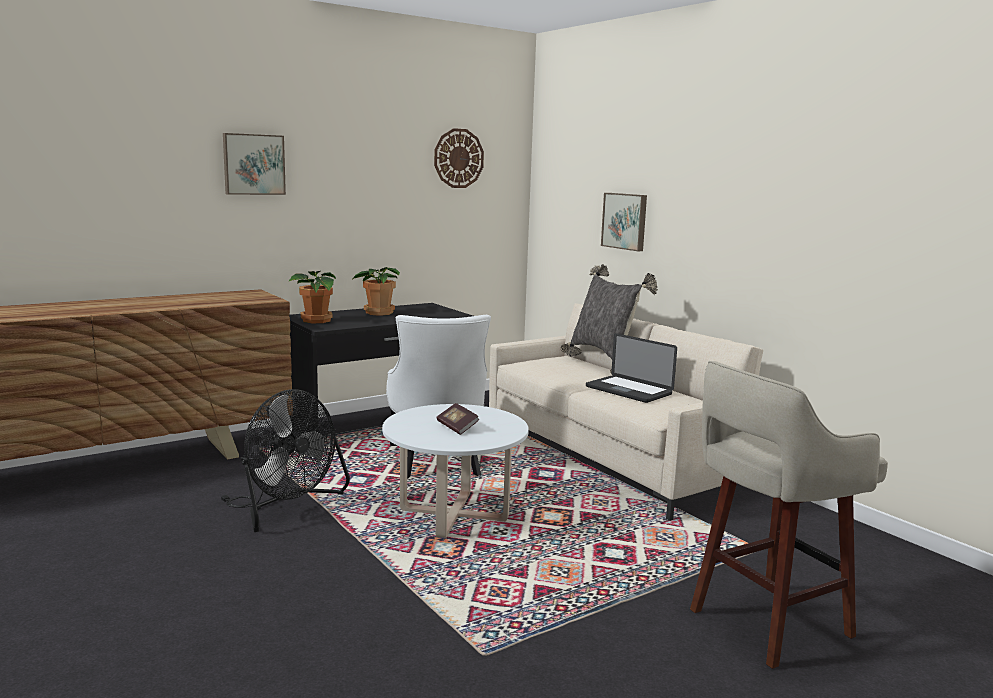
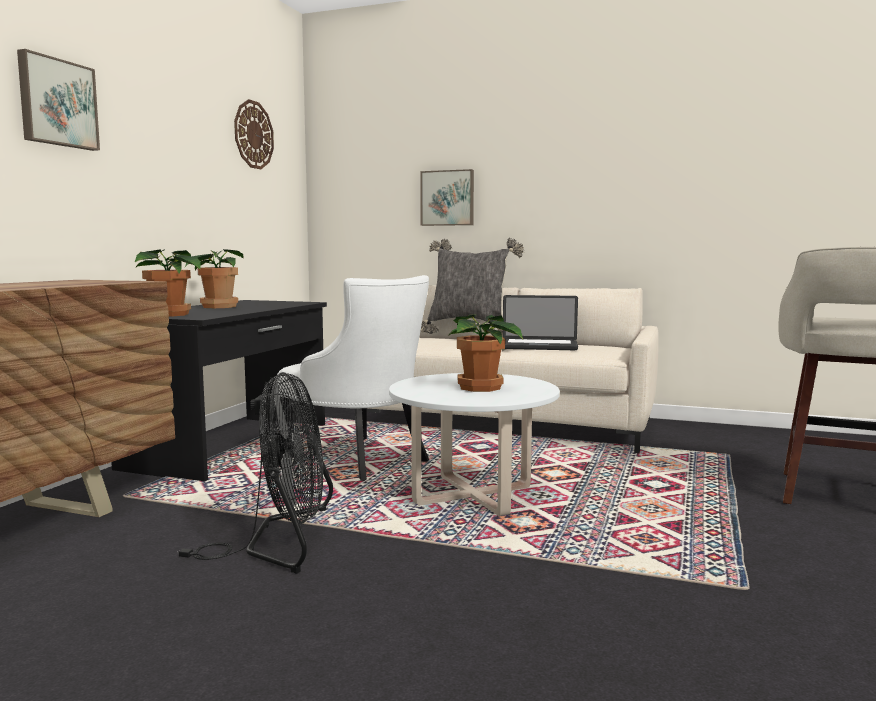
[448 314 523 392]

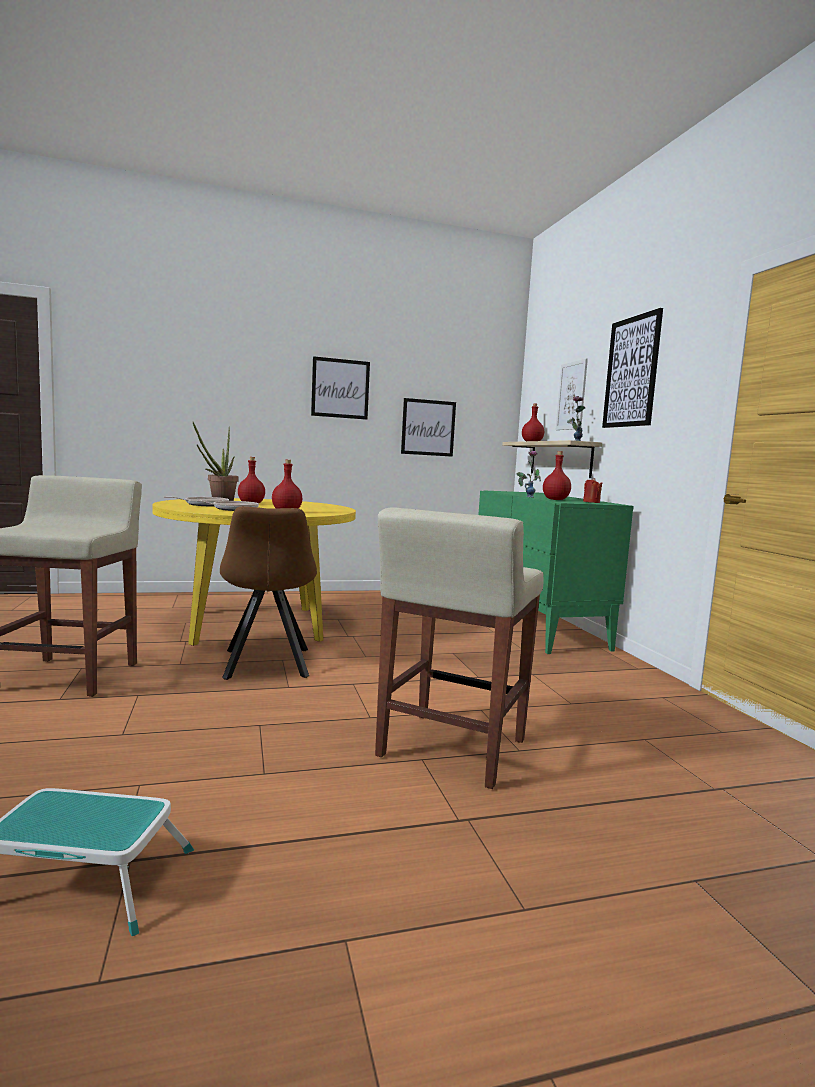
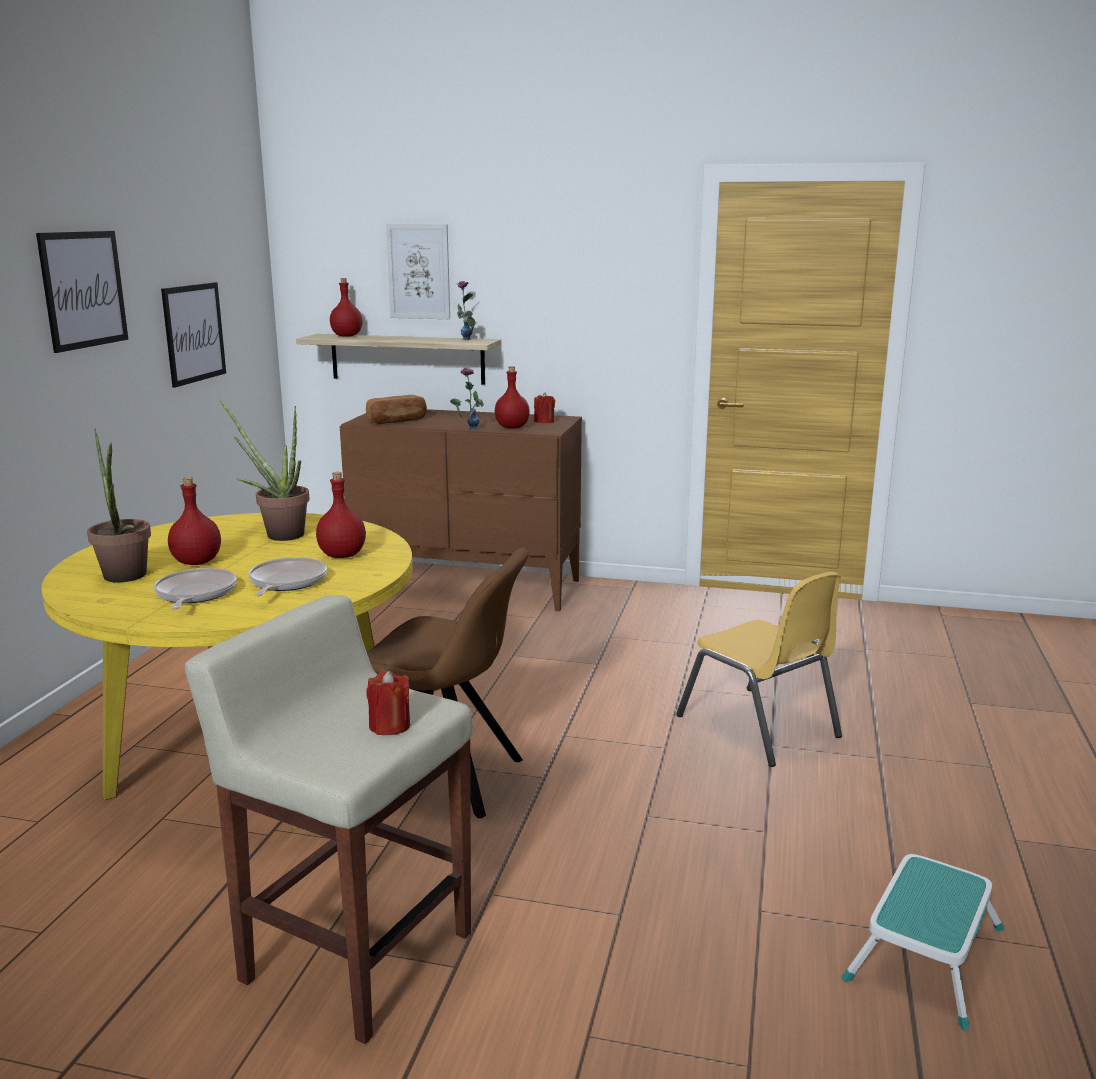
[602 308 663 428] (first image)
[219 399 310 541]
[366 395 427 424]
[366 671 410 735]
[676 572 842 767]
[340 409 582 611]

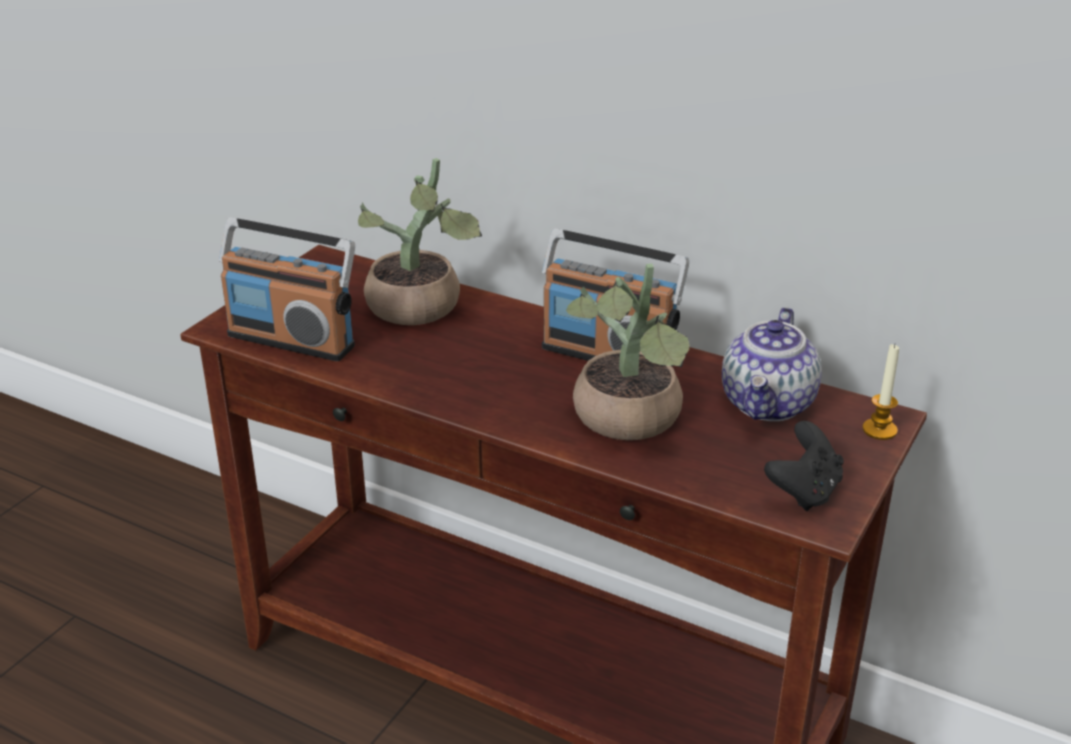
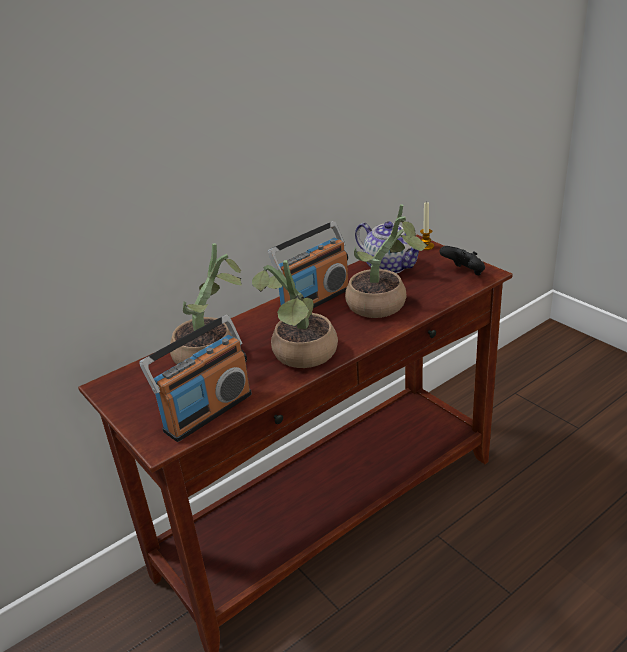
[252 260 338 368]

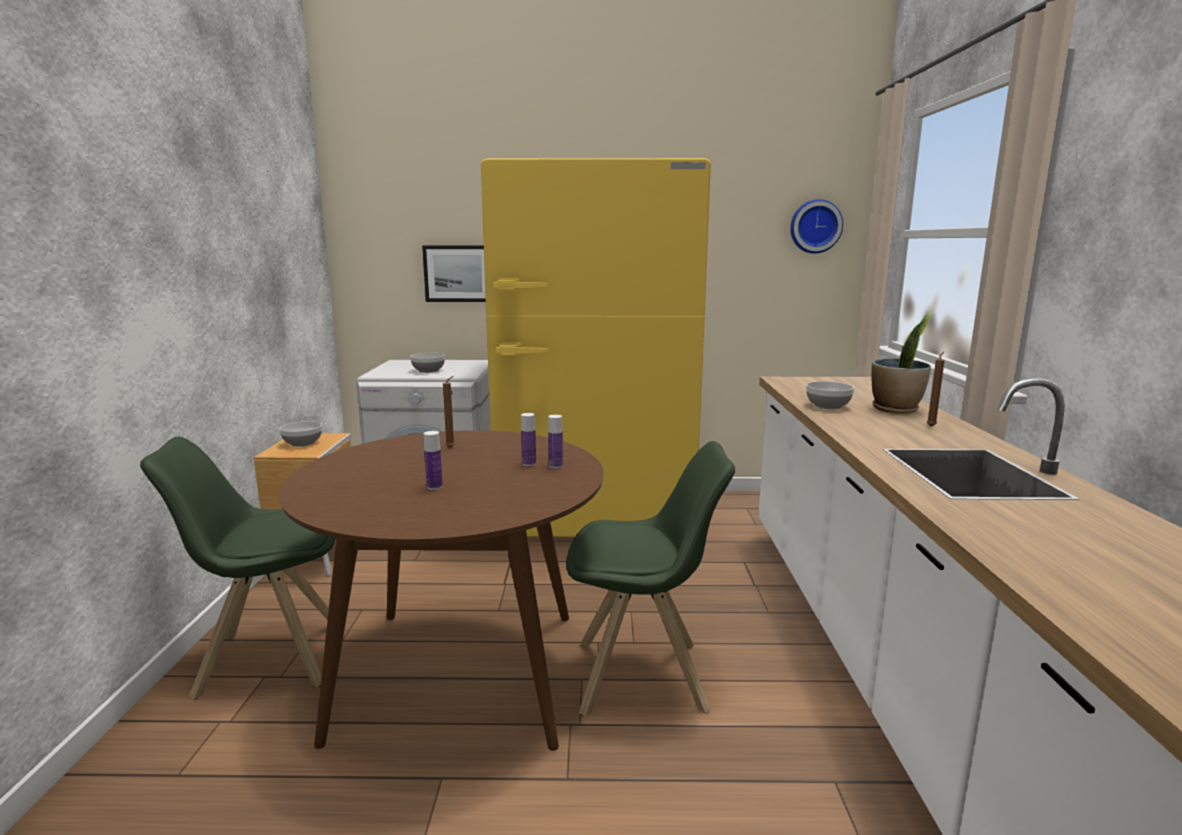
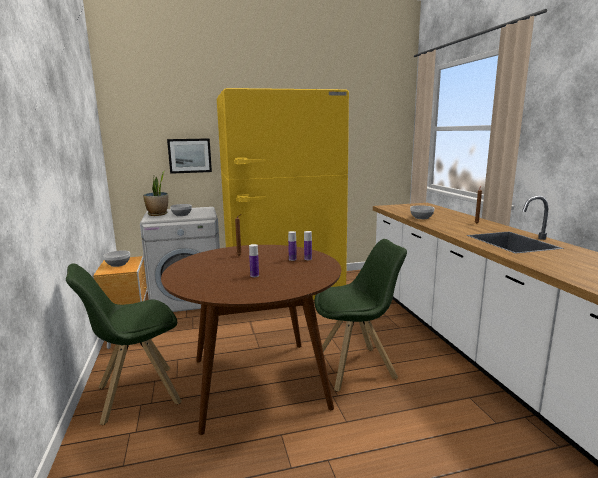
[790 199 843 254] (first image)
[143 172 168 216]

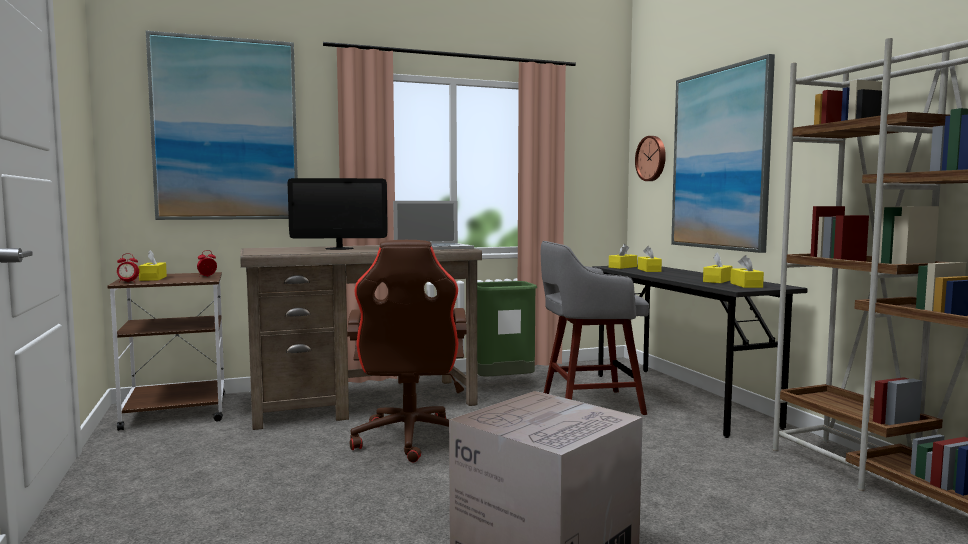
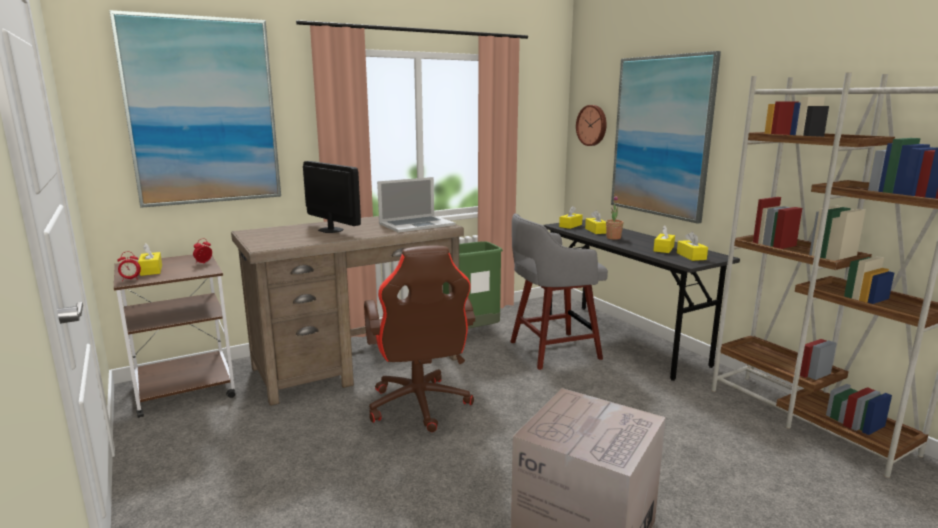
[606 196 623 240]
[303 161 361 233]

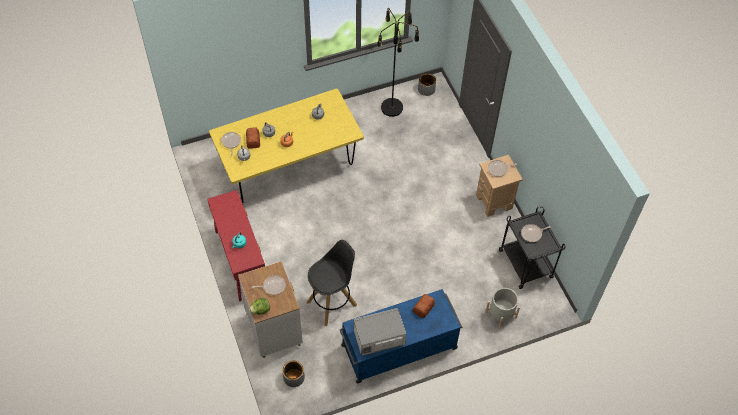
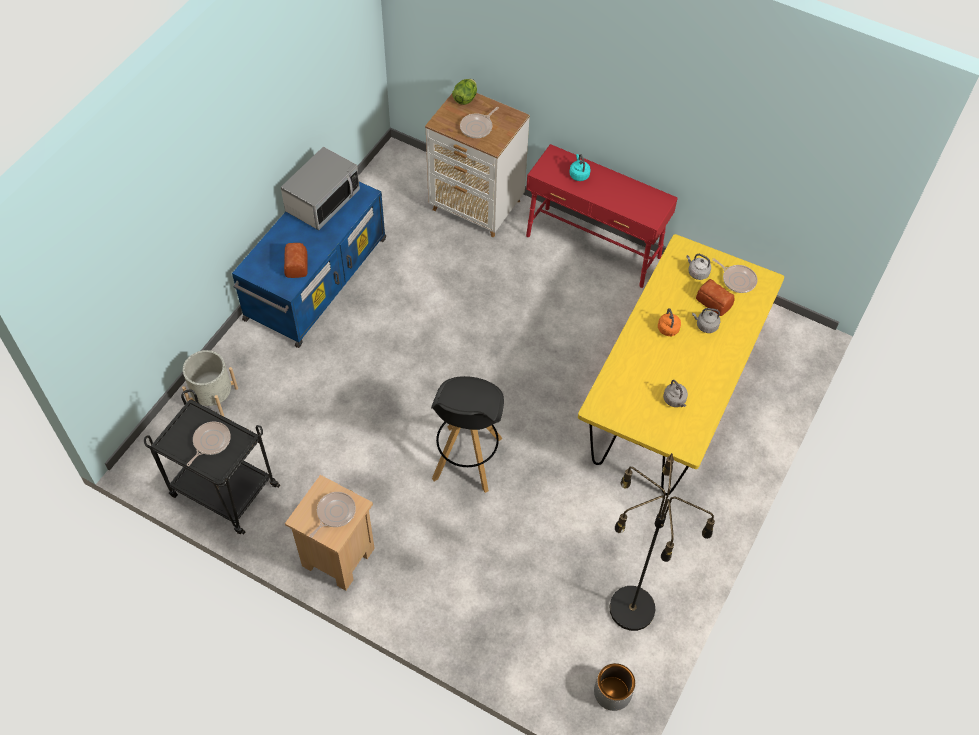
[282 360 305 387] (first image)
[431 376 504 493]

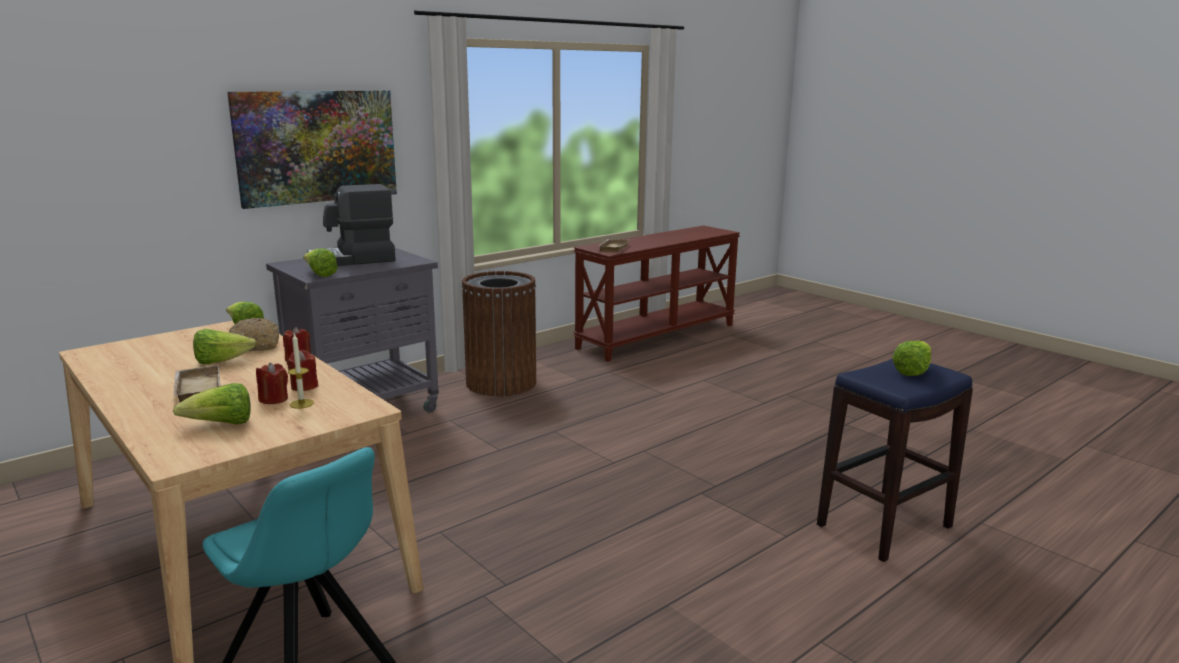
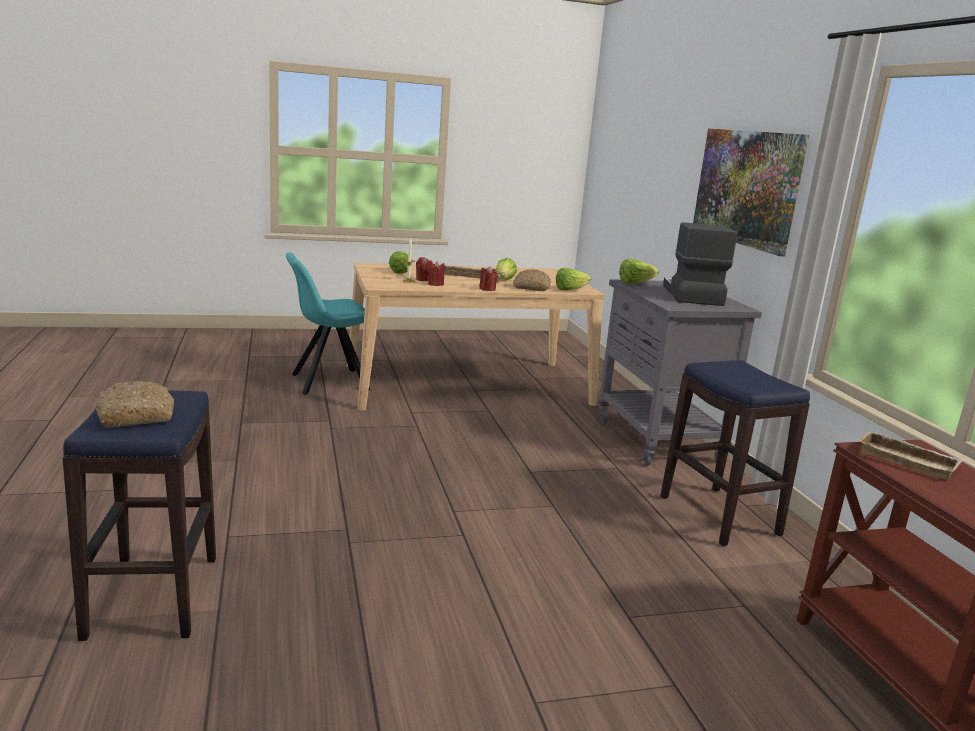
[661 360 810 546]
[96 381 175 428]

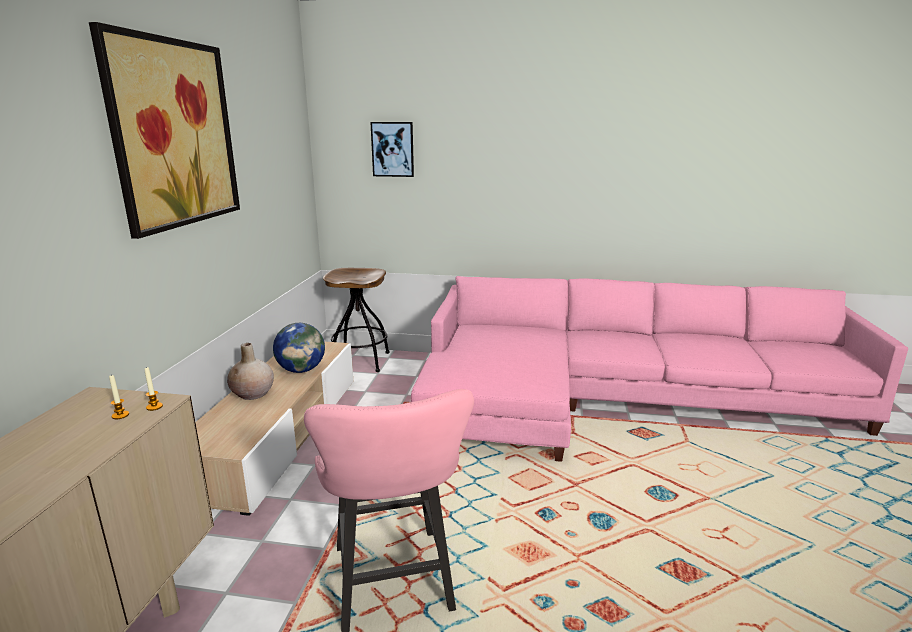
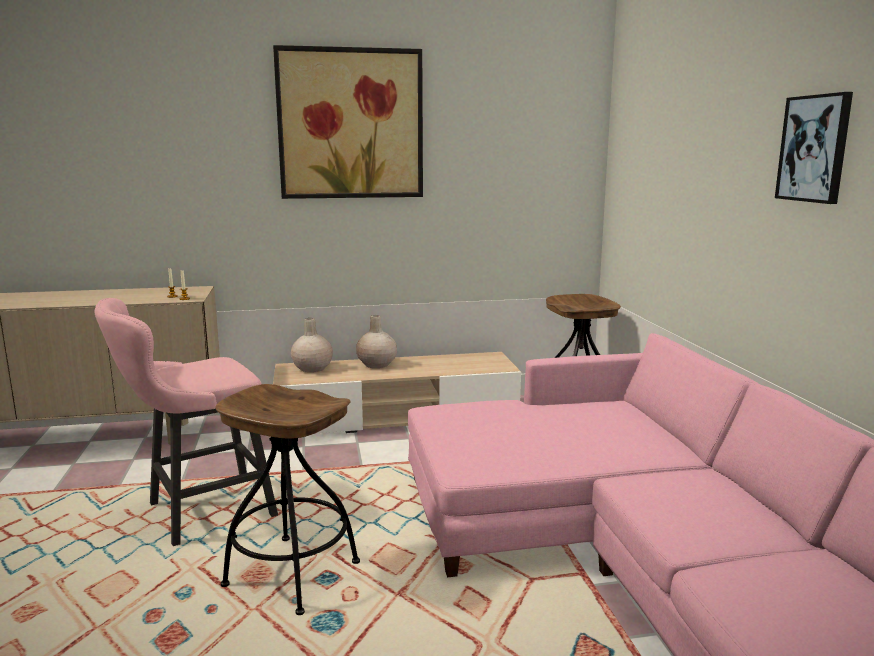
[273 323 325 373] (first image)
[215 384 360 615]
[291 318 333 372]
[775 92 853 204]

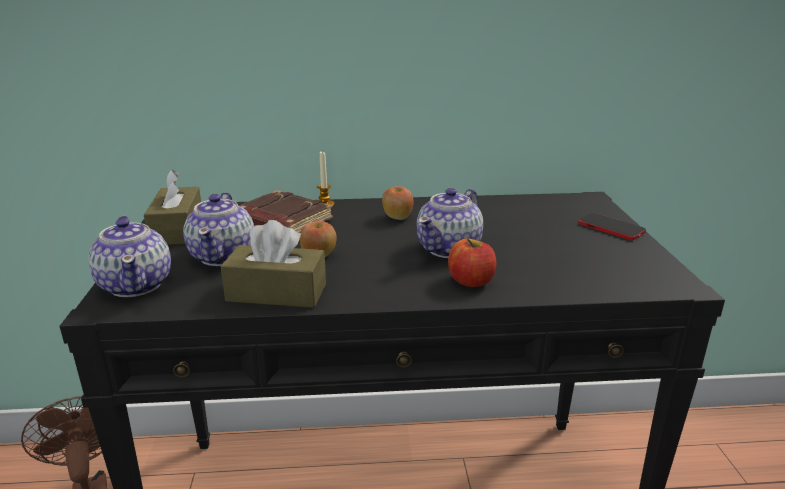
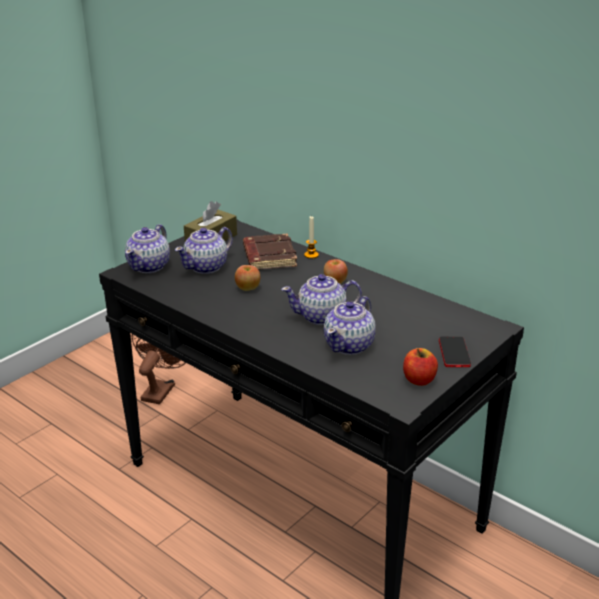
[221 220 326 308] (first image)
[324 296 376 355]
[403 348 438 386]

